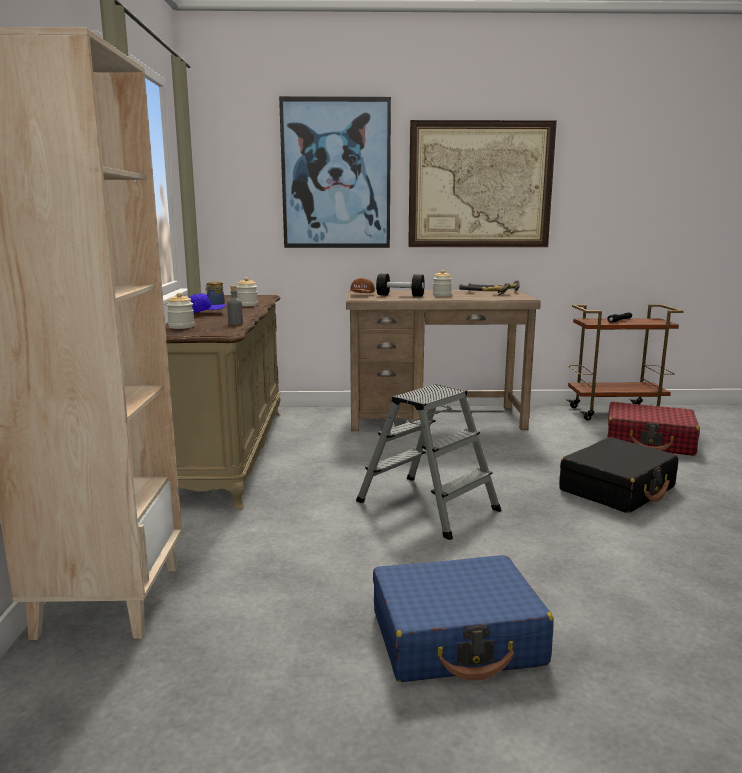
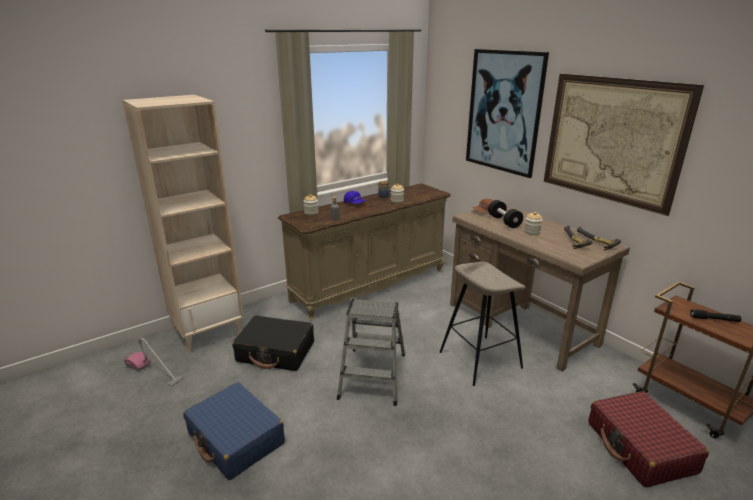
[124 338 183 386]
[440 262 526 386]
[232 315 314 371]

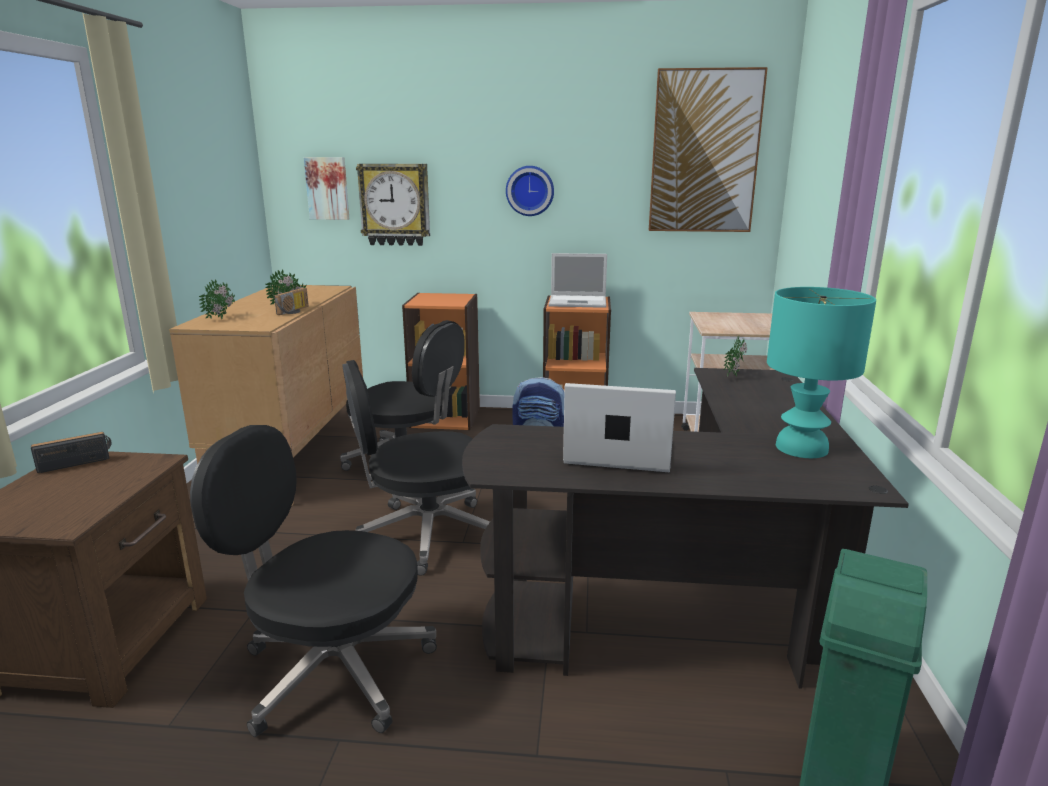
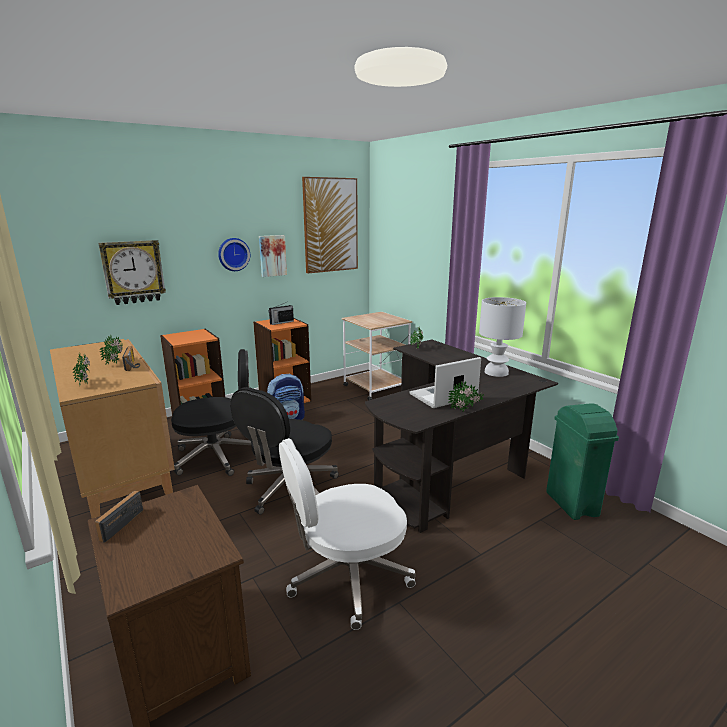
[448 381 484 412]
[259 235 287 277]
[269 301 294 325]
[279 438 416 630]
[479 297 526 377]

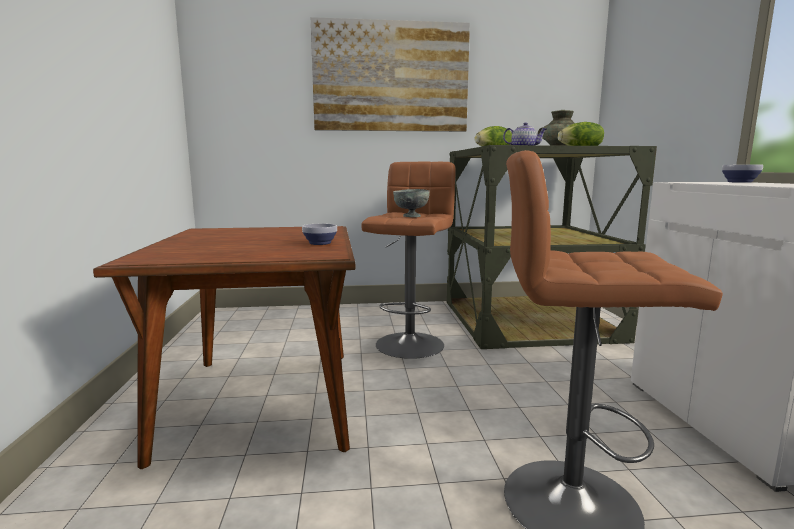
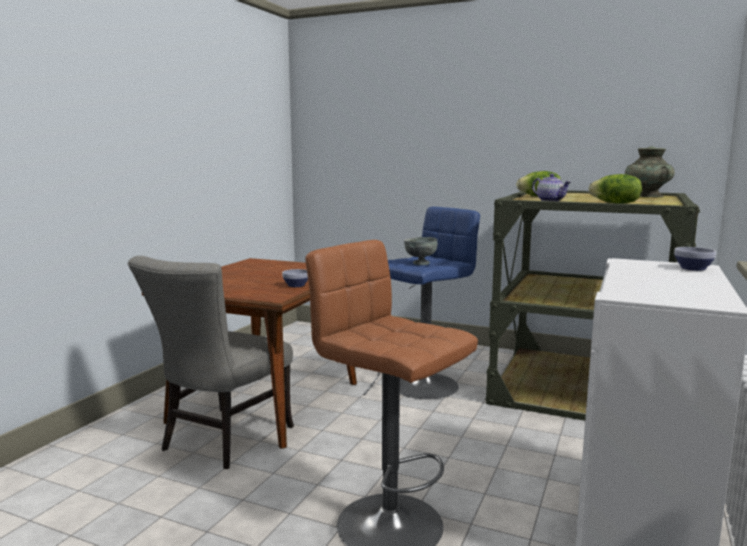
[311 17 470 132] (first image)
[127 256 294 469]
[388 207 480 399]

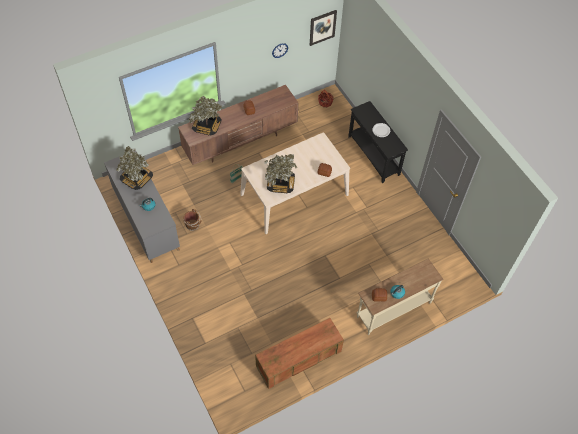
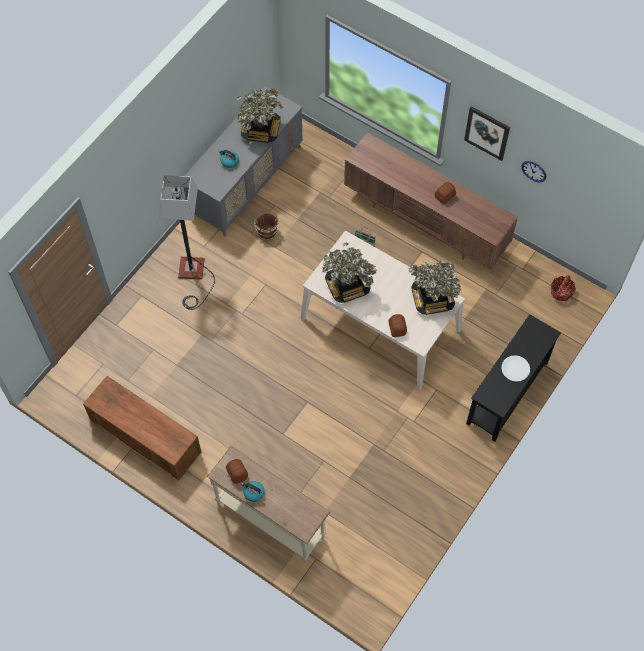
[160 175 215 310]
[408 260 461 315]
[464 106 510 161]

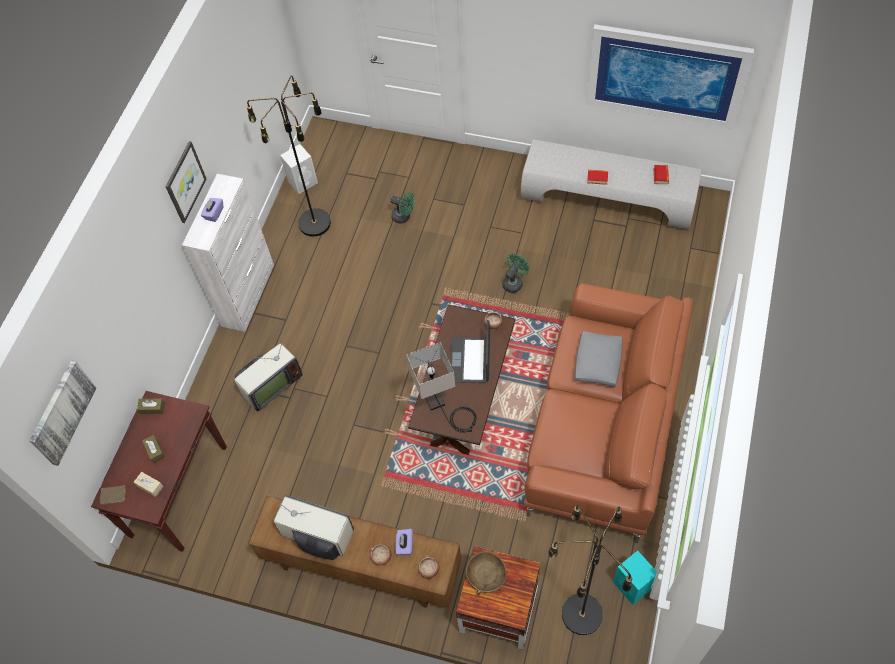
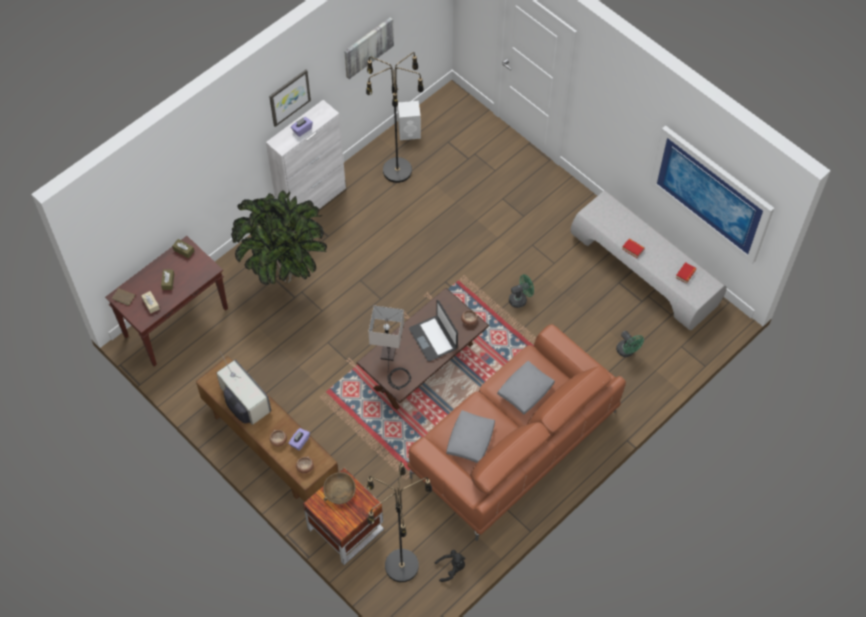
[446 410 495 463]
[344 17 394 79]
[616 331 644 357]
[231 190 327 285]
[435 550 465 582]
[409 300 458 362]

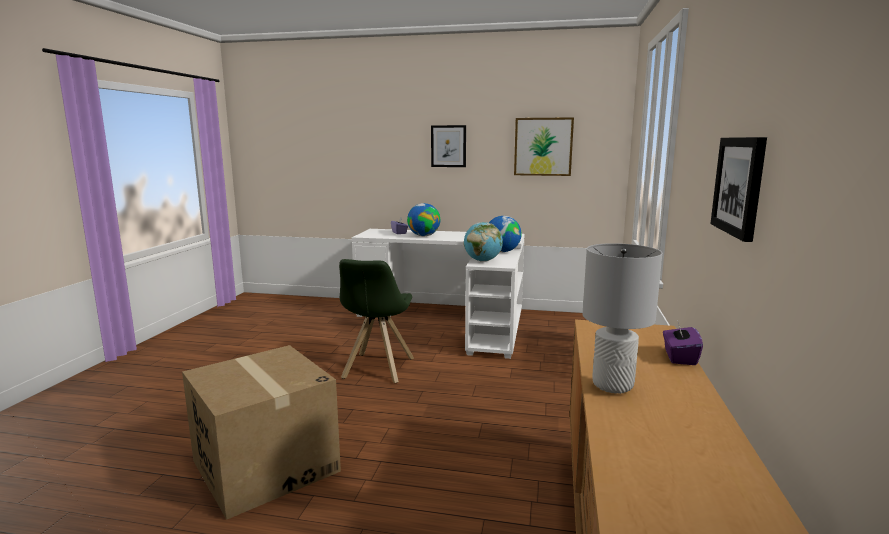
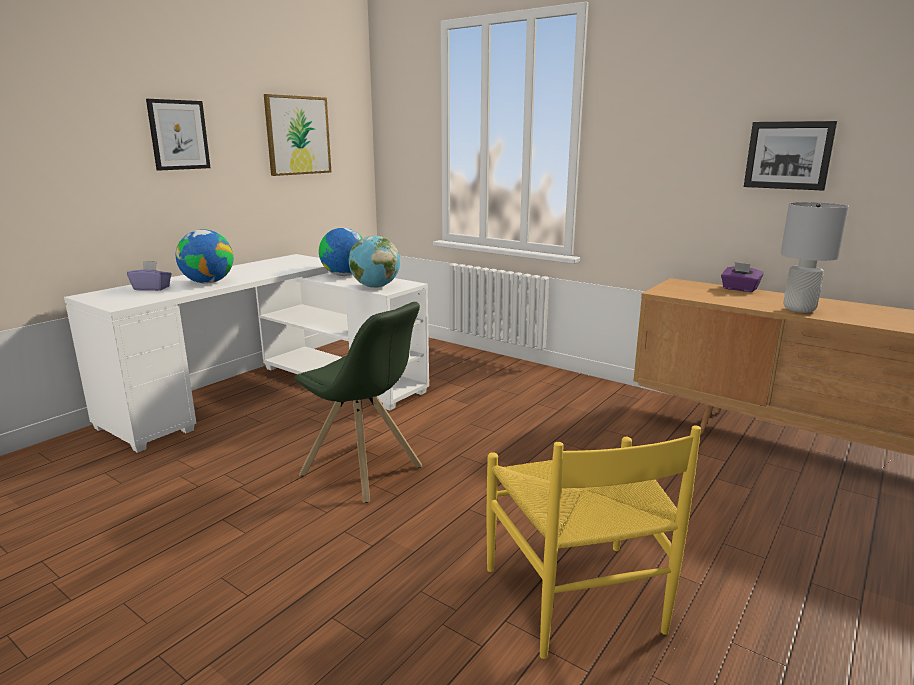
[487 426 701 659]

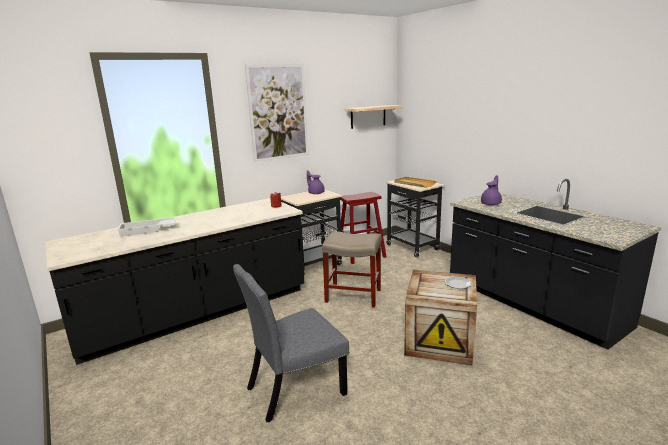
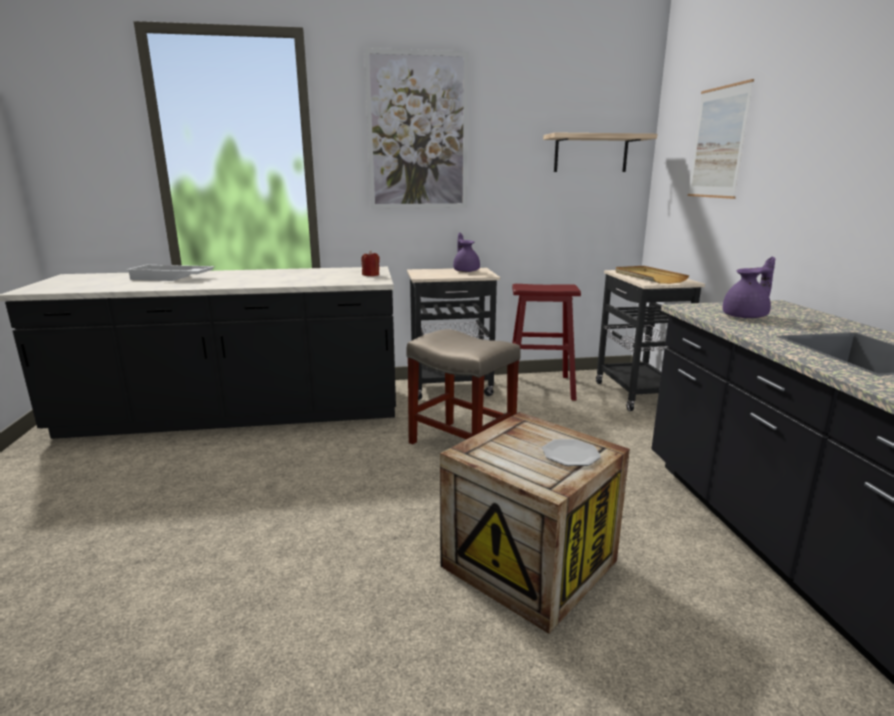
[233 264 349 422] (first image)
[688 79 754 199]

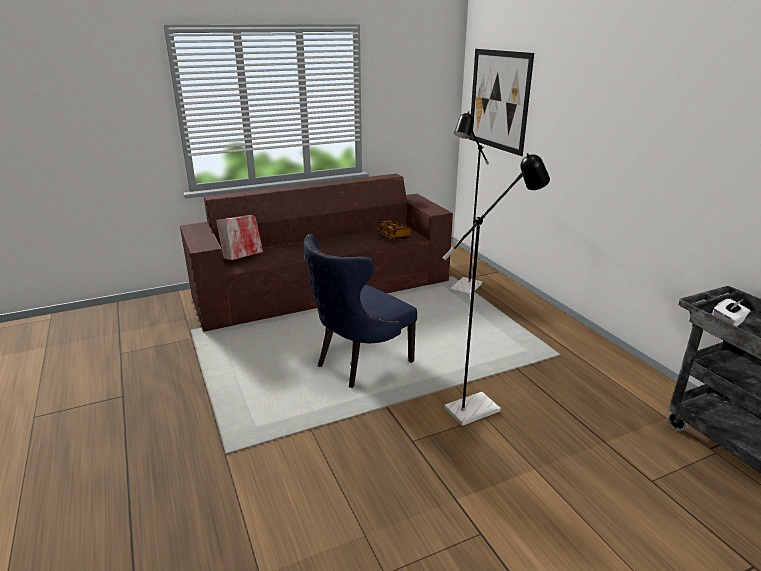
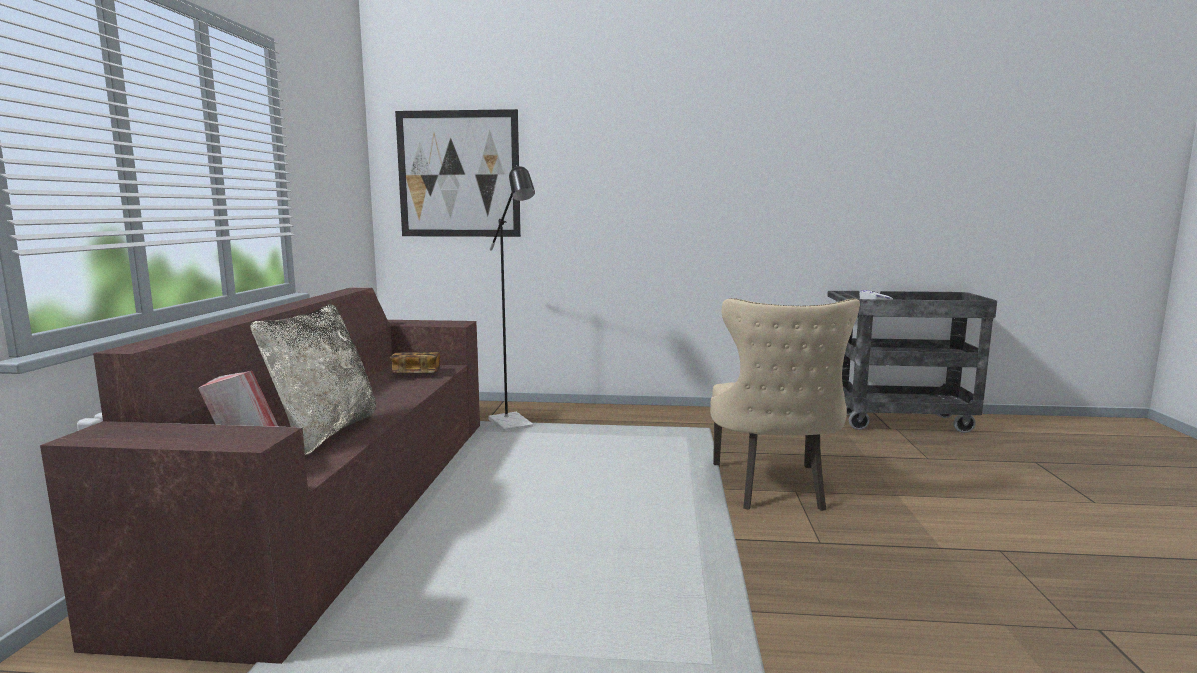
[304 234 417 388] (first image)
[250 304 376 456]
[710 298 860 511]

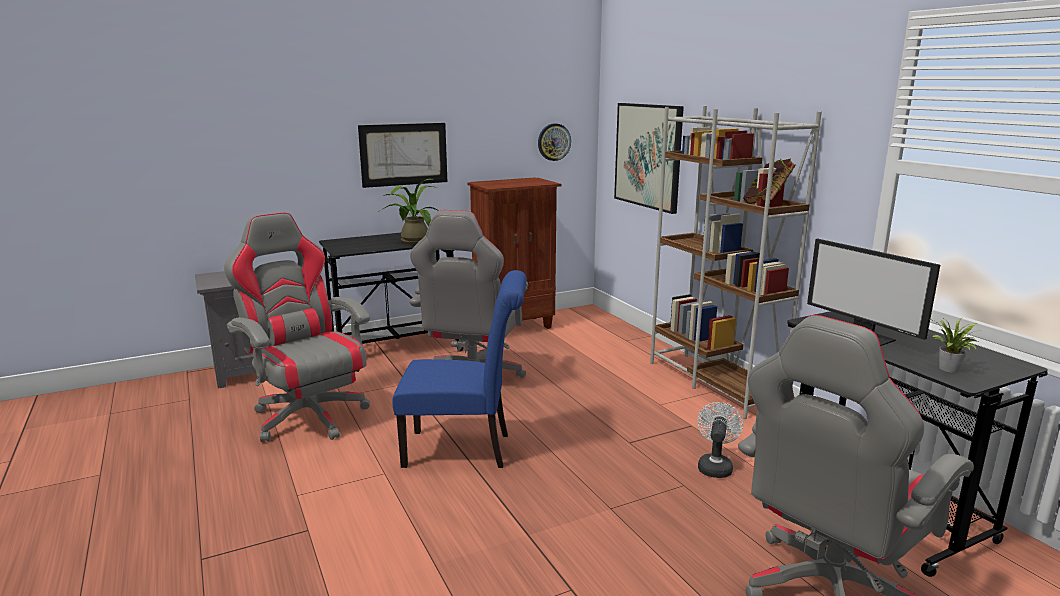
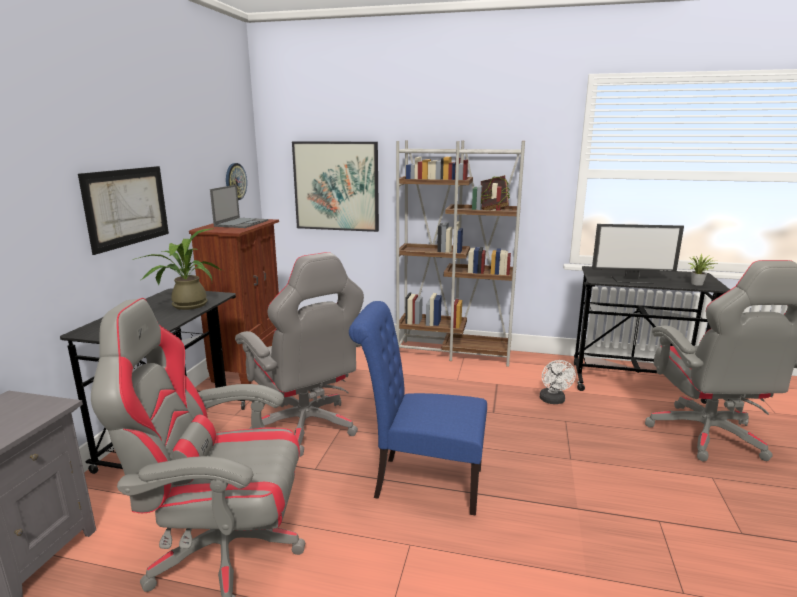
[210 185 268 228]
[349 301 487 516]
[540 360 576 404]

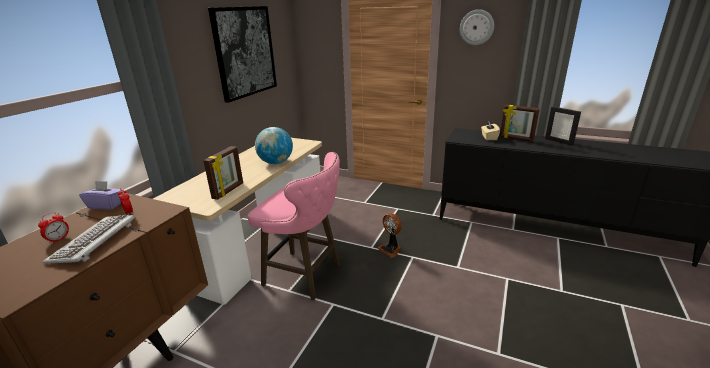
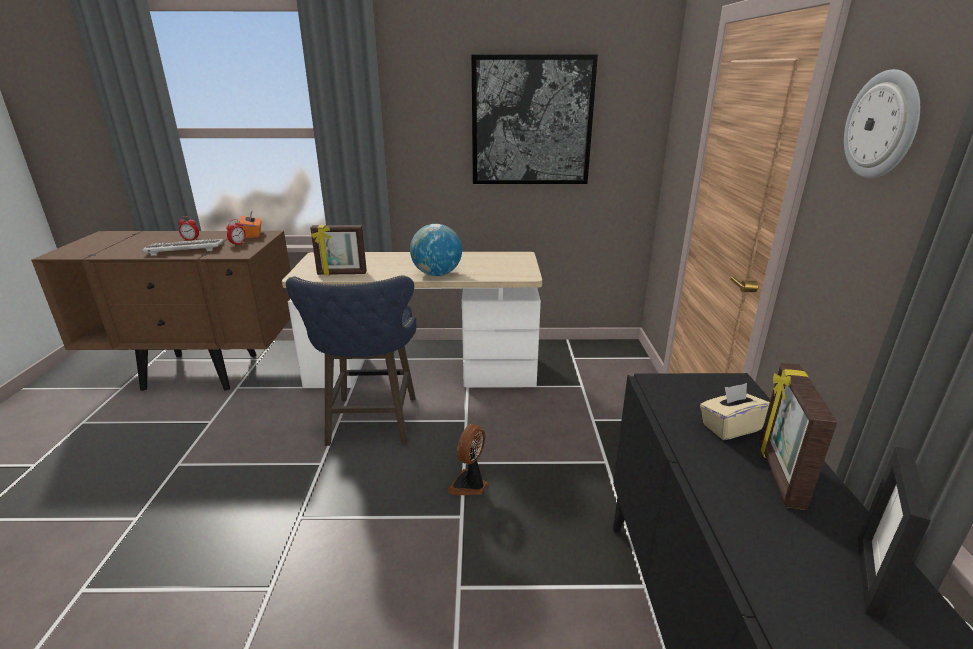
[238 210 262 238]
[286 275 416 446]

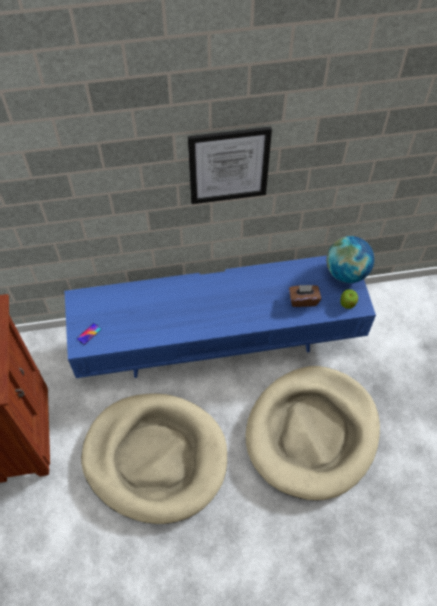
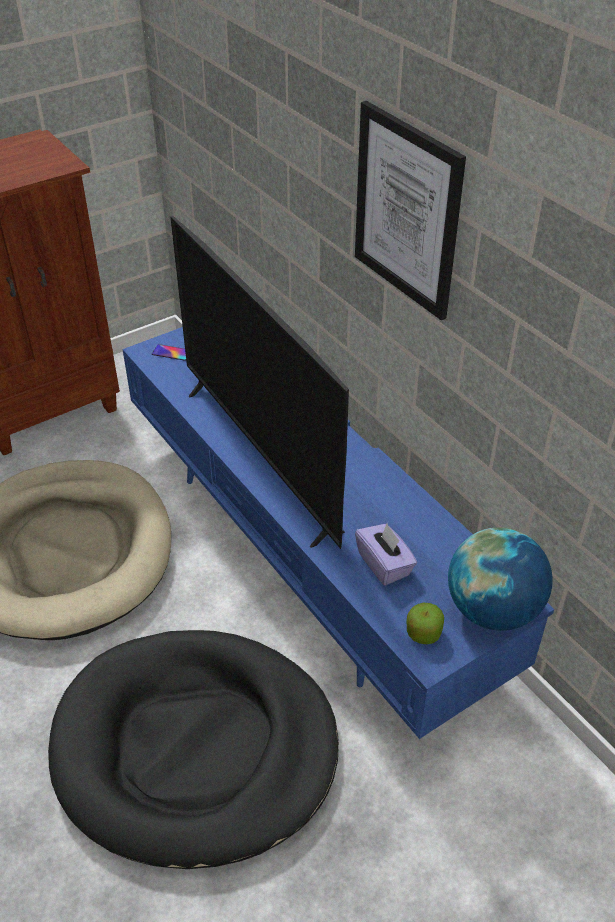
[171 216 349 549]
[48 630 339 869]
[355 523 417 586]

